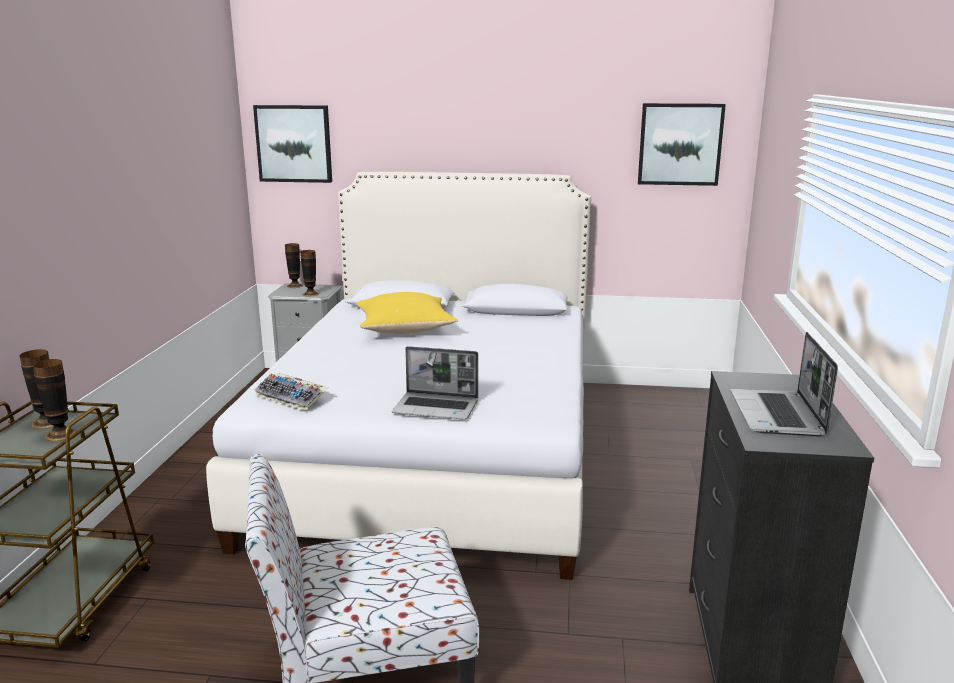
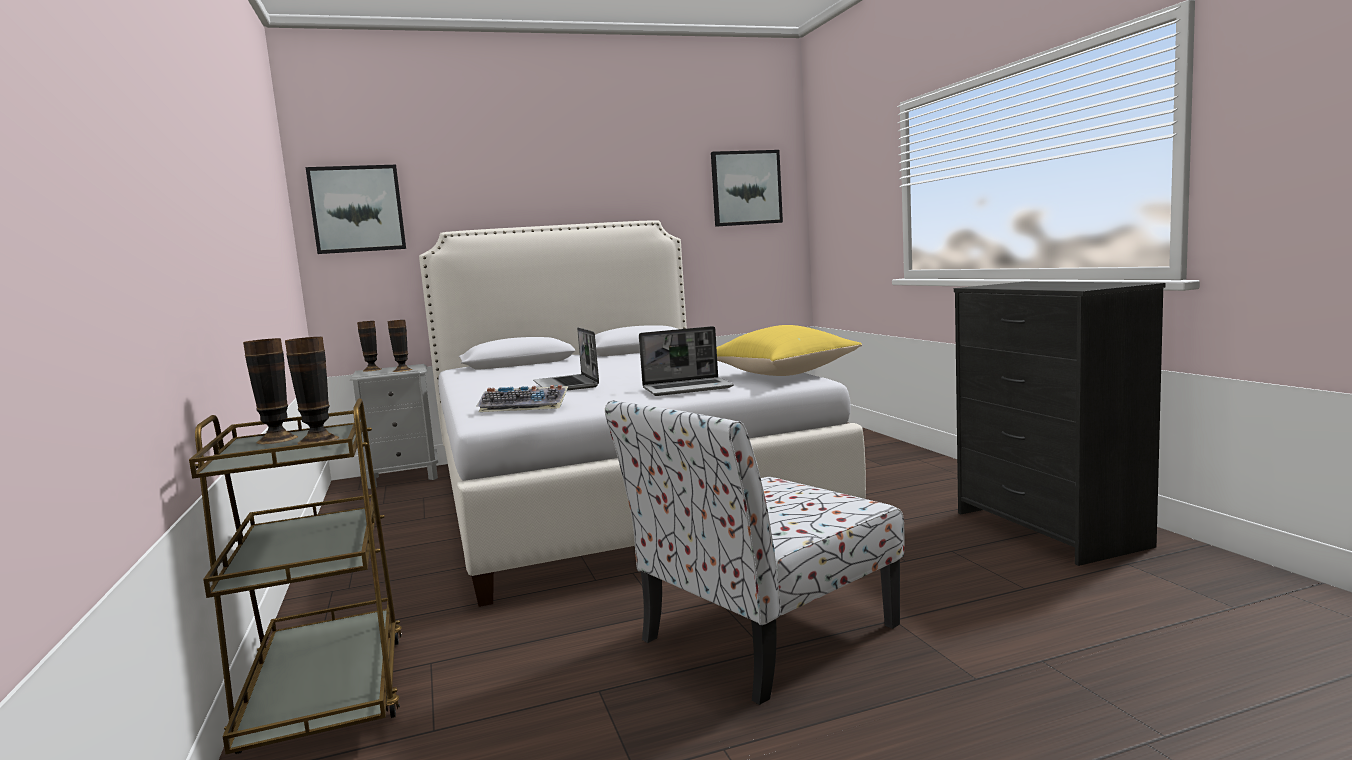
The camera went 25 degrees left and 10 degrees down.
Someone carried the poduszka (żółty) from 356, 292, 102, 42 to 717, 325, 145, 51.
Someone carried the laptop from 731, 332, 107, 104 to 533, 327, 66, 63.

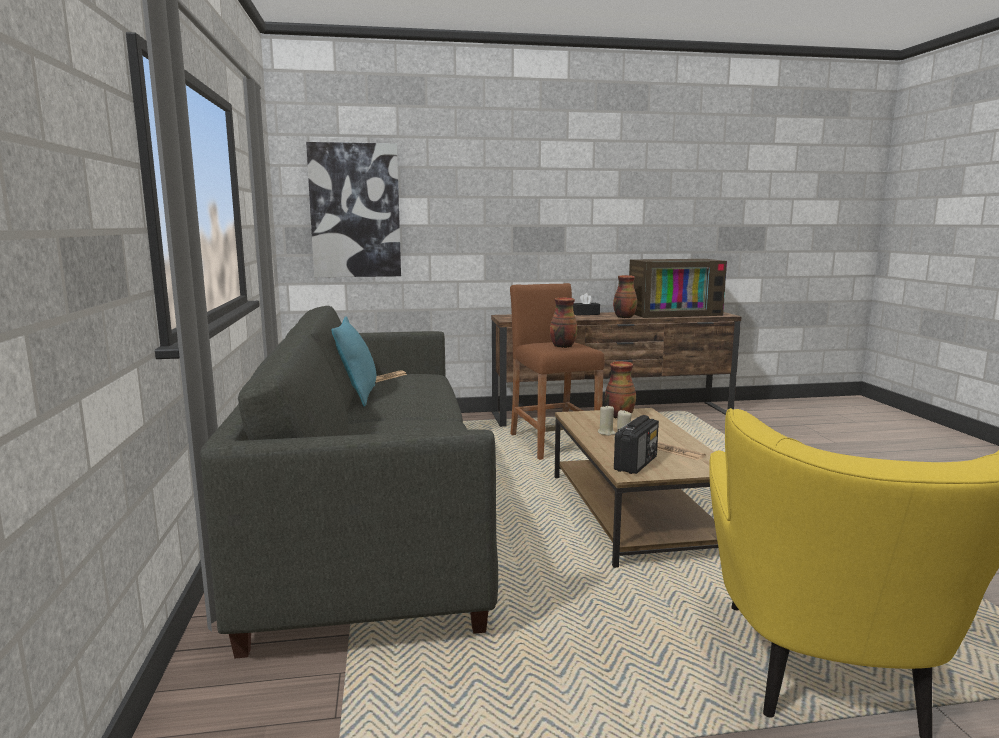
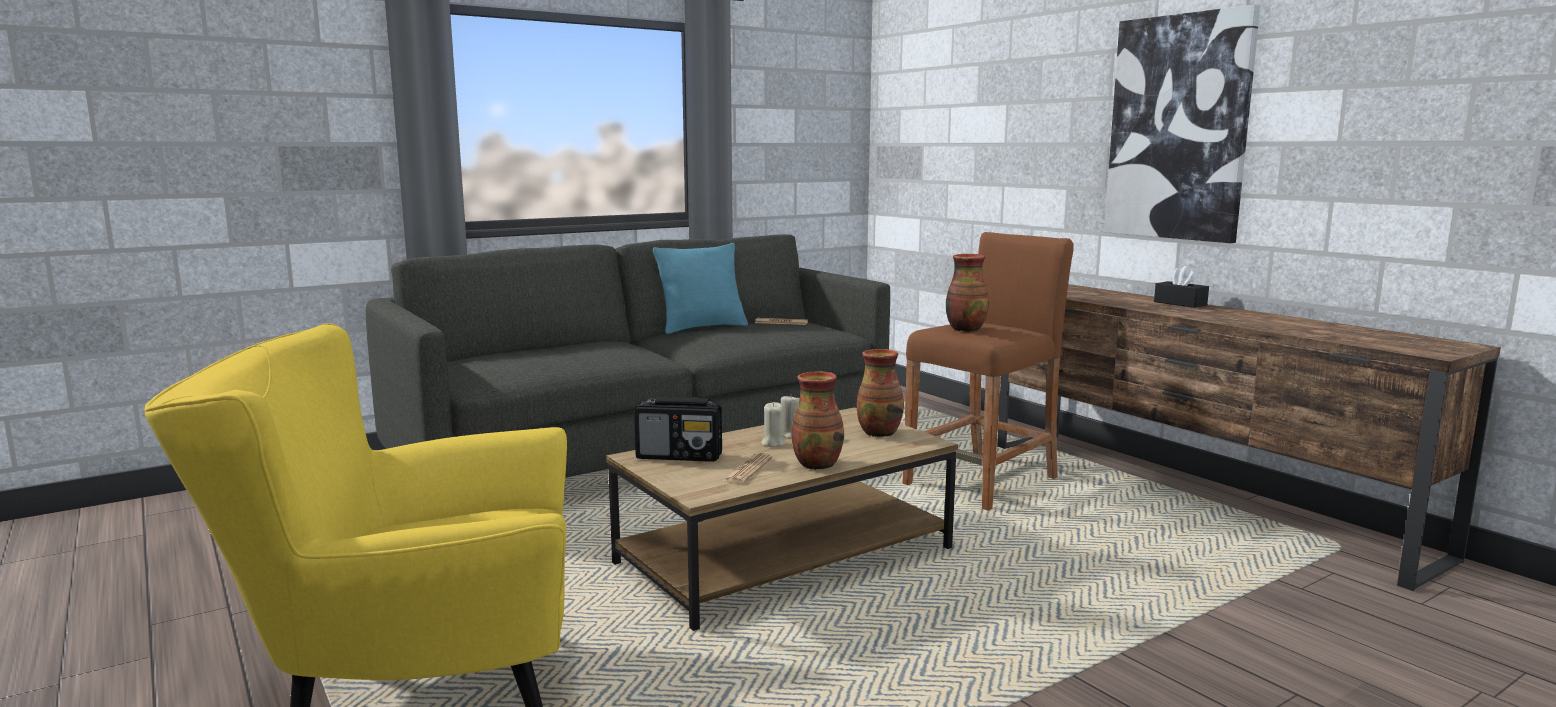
The camera went 65 degrees right and 0 degrees up.
Someone took away the telewizor at 629, 259, 98, 59.
Someone carried the obraz from 306, 142, 95, 135 to 1104, 5, 156, 238.
Someone carried the wazon from 613, 275, 24, 43 to 791, 371, 53, 99.

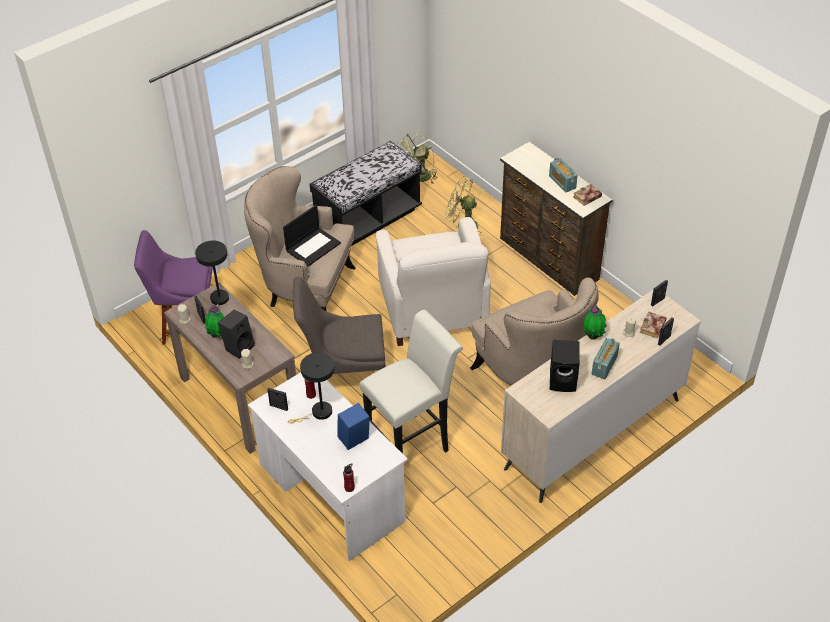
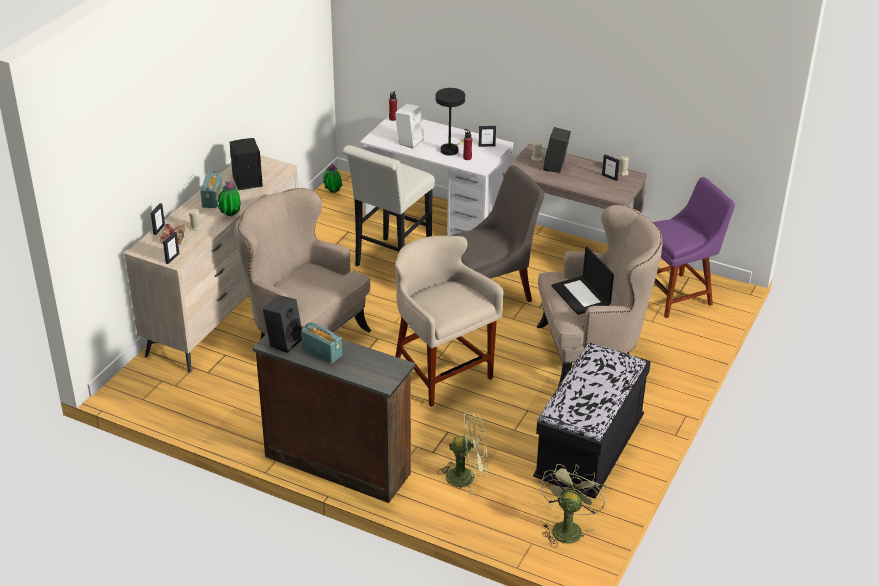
The camera went 155 degrees right and 10 degrees down.
Someone took away the lampa stołowa (czarny) at 195, 240, 34, 70.
Someone carried the roślina doniczkowa from 205, 305, 19, 33 to 323, 163, 19, 30.
Someone swapped the fotel (biały) at 376, 217, 115, 129 for the stołek (beżowy) at 395, 236, 109, 171.
Someone swapped the książka at 573, 184, 29, 22 for the głośnik (czarny) at 263, 295, 39, 58.
Someone repainted the głośnik (niebieski) at 337, 403, 33, 47, which became the głośnik (biały) at 395, 104, 29, 45.
Someone rotated the laptop at 283, 205, 58, 62 by 45 degrees counterclockwise.

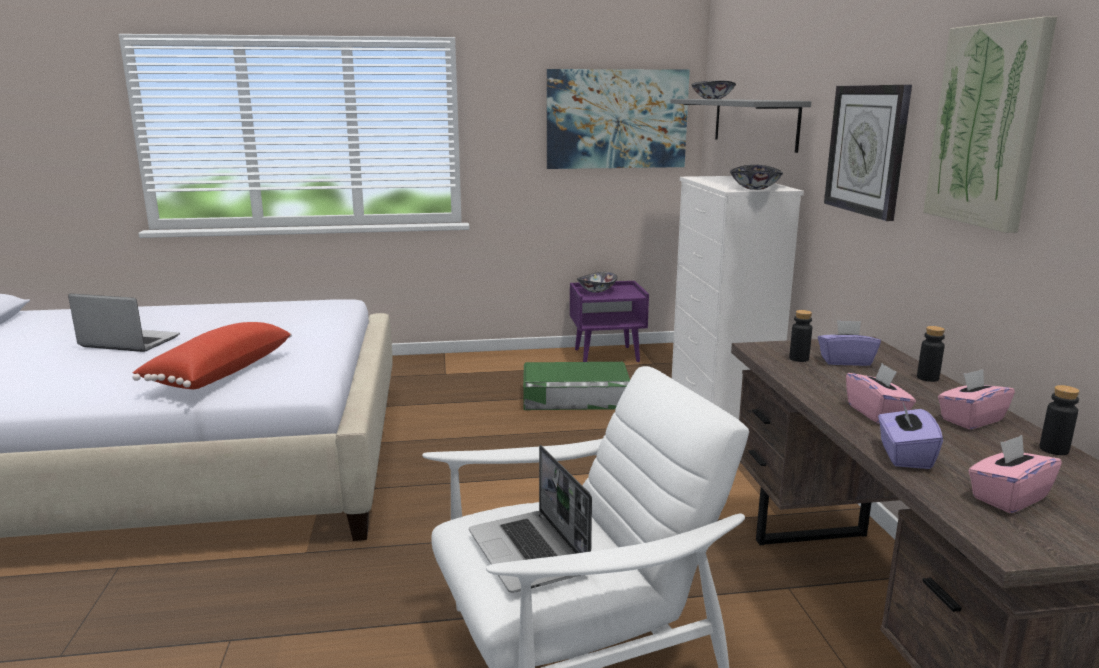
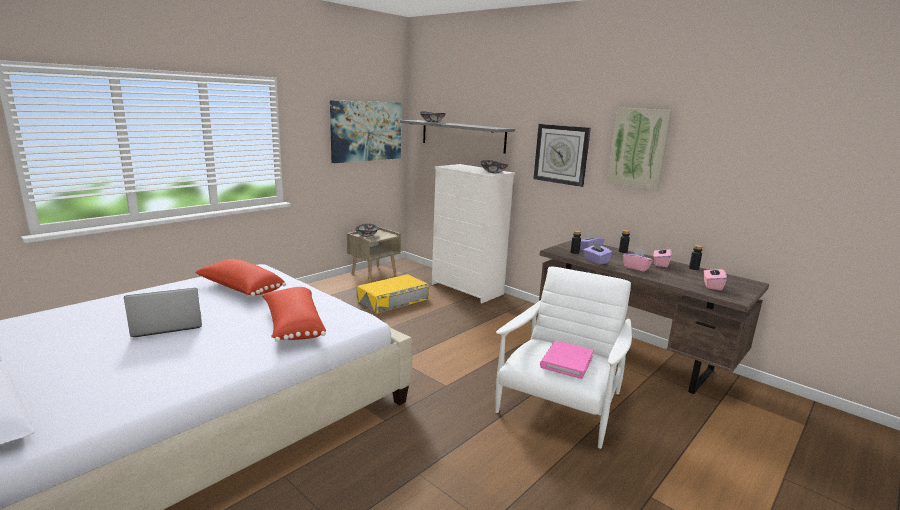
The camera went 40 degrees left and 0 degrees up.
Someone put down the poduszka (czerwony) at 195, 259, 91, 37.
Someone carried the pudełko chusteczek (fioletowy) from 878, 400, 65, 69 to 584, 242, 28, 23.
Someone swapped the laptop at 469, 445, 123, 148 for the książka (różowy) at 540, 341, 54, 38.
Someone repainted the pojemnik do przechowywania (zielony) at 523, 362, 107, 48, which became the pojemnik do przechowywania (żółty) at 357, 274, 72, 39.
Someone repainted the szafka nocna (fioletowy) at 570, 281, 79, 81, which became the szafka nocna (beżowy) at 347, 227, 54, 54.

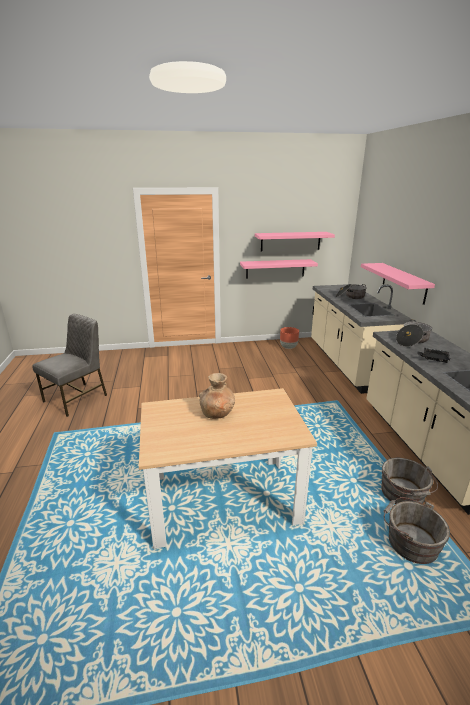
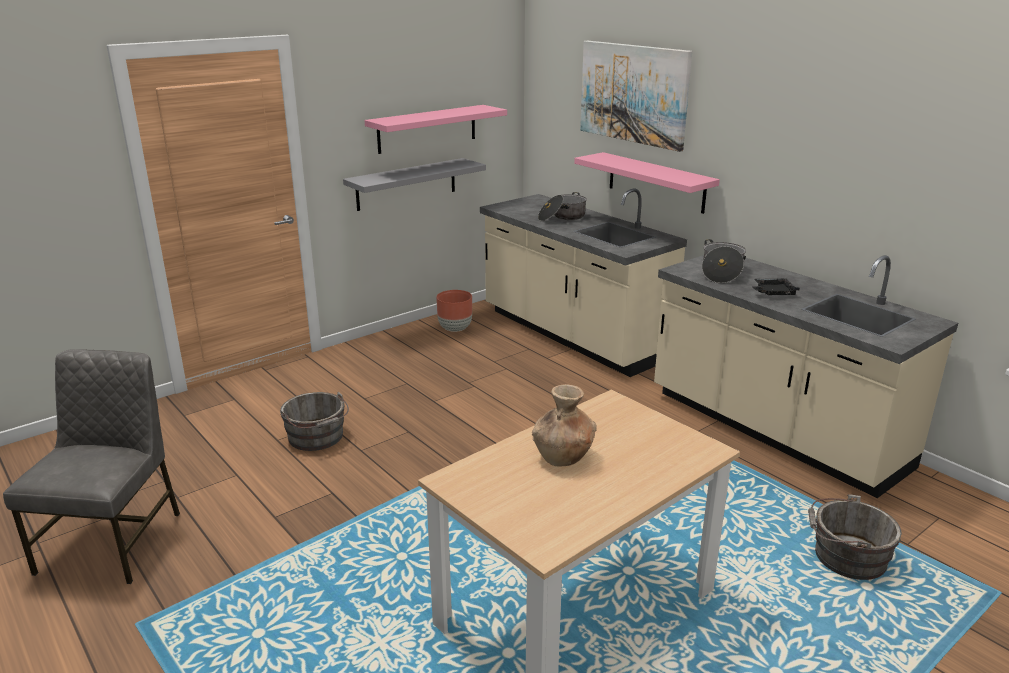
The camera went 30 degrees left and 0 degrees up.
Someone put up the obraz at 580, 41, 112, 111.
Someone carried the wiadro (szary) from 381, 458, 57, 46 to 280, 392, 69, 59.
Someone repainted the półka (różowy) at 240, 259, 78, 20, which became the półka (szary) at 343, 158, 143, 53.

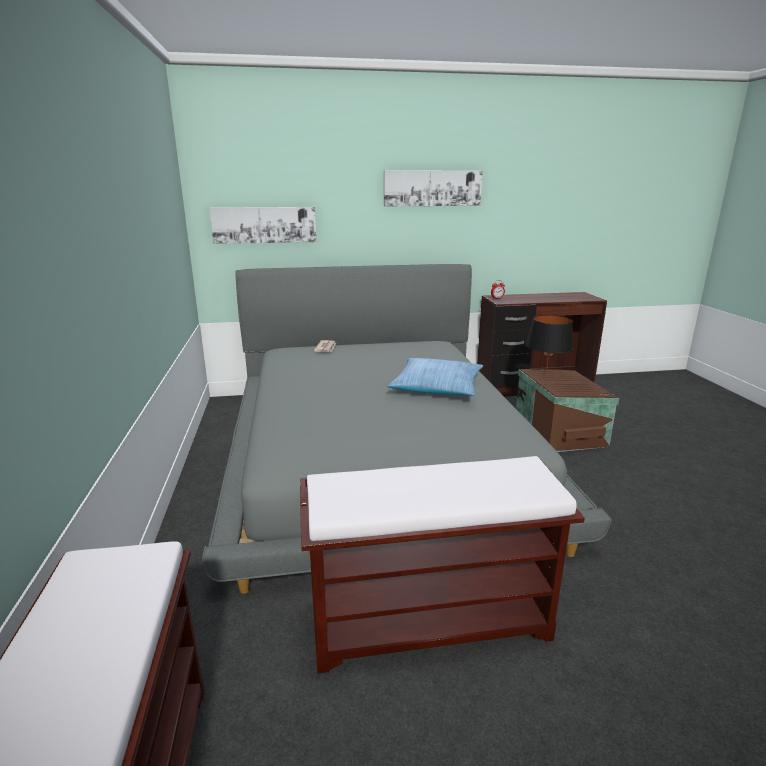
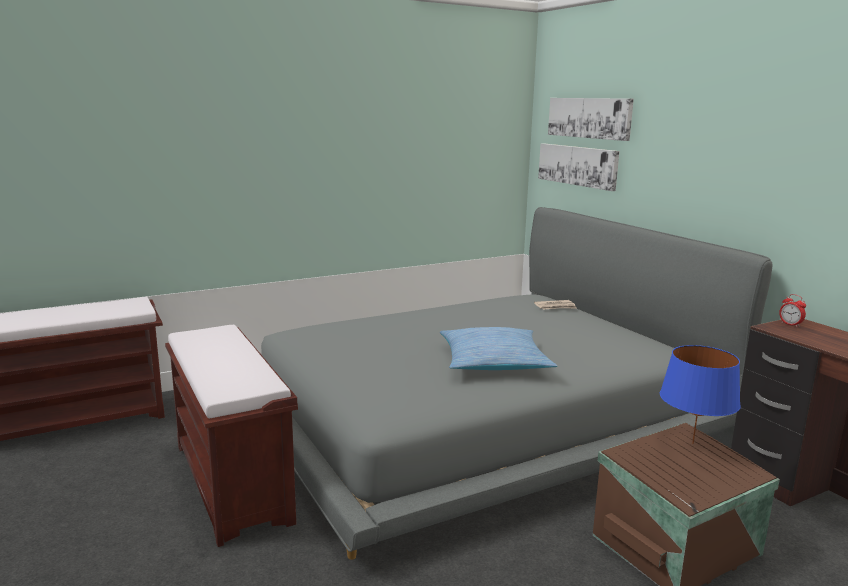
The camera went 70 degrees right and 5 degrees down.
Someone carried the obraz from 384, 170, 99, 36 to 548, 98, 86, 43.
Someone repainted the lampa stołowa (czarny) at 526, 315, 47, 60, which became the lampa stołowa (niebieski) at 660, 345, 81, 99.

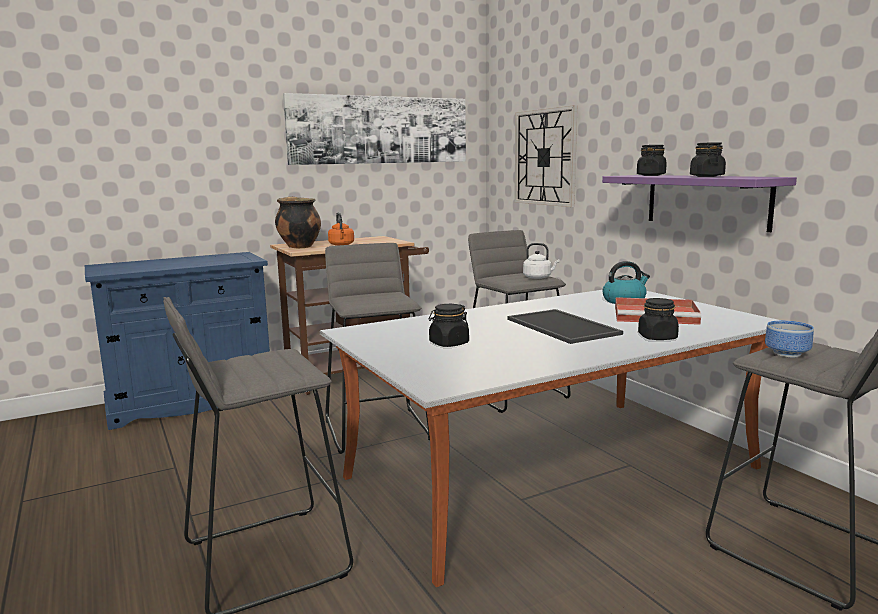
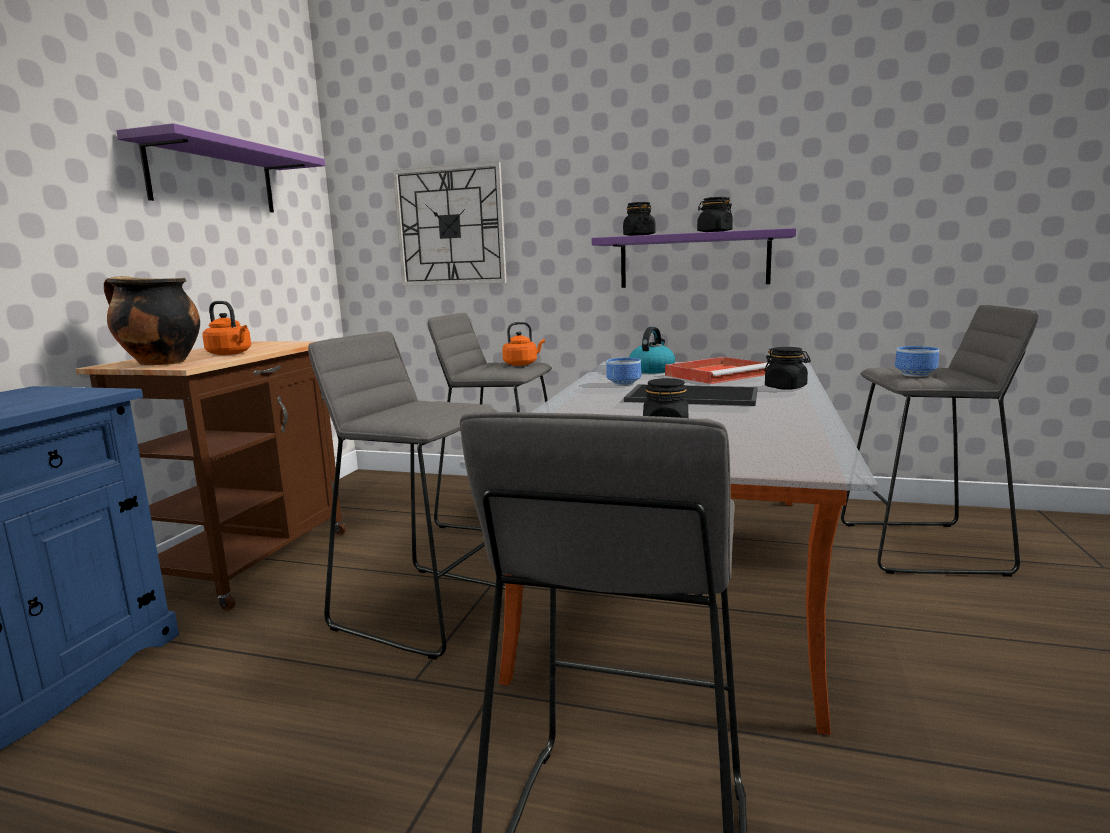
The camera went 45 degrees left and 0 degrees up.
Someone put down the miska at 606, 358, 35, 28.
Someone swapped the obraz at 283, 93, 183, 72 for the półka (fioletowy) at 116, 123, 209, 89.
Someone repainted the czajnik (biały) at 523, 243, 37, 36, which became the czajnik (pomarańczowy) at 502, 322, 43, 44.

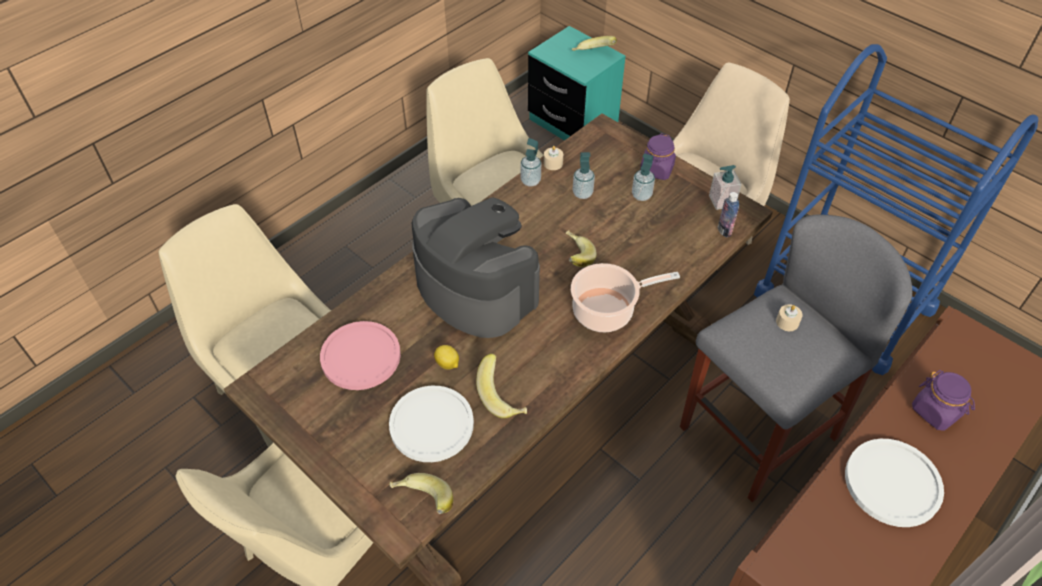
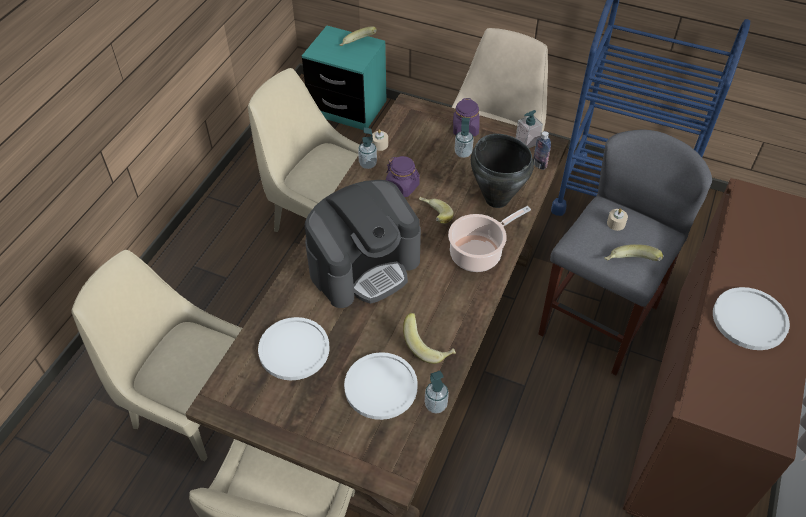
The camera went 20 degrees left and 0 degrees up.
Someone took away the cytryna at 434, 345, 25, 25.
Someone put down the garnek (czarny) at 471, 134, 63, 74.
Someone carried the banan from 389, 473, 64, 41 to 604, 244, 59, 17.
Someone carried the dozownik mydła from 573, 152, 22, 47 to 425, 371, 24, 43.
Someone carried the słoik (fioletowy) from 912, 370, 63, 61 to 386, 156, 34, 41.
Someone repainted the talerz (różowy) at 320, 321, 81, 69, which became the talerz (biały) at 258, 317, 72, 63.
Someone rotated the ekspres do kawy at 412, 198, 128, 140 by 120 degrees clockwise.

